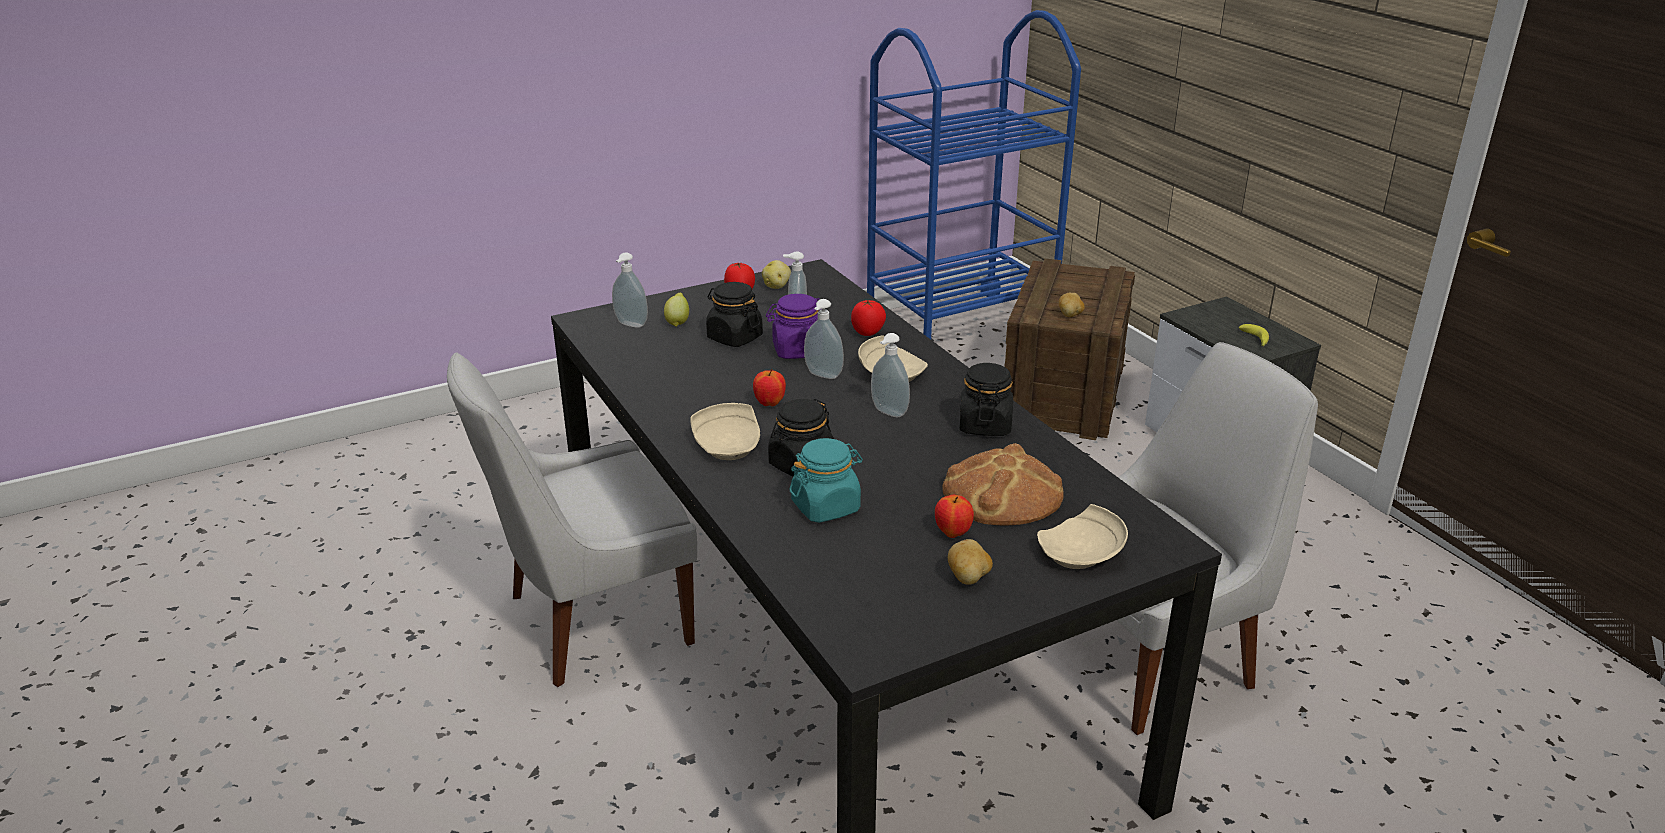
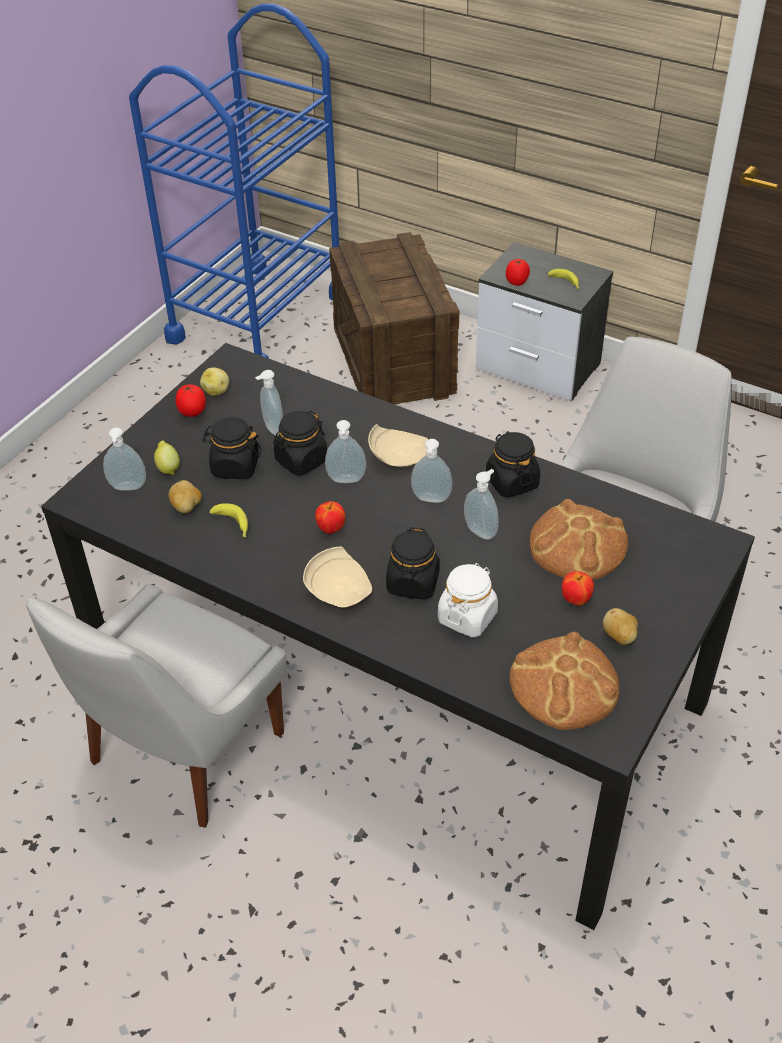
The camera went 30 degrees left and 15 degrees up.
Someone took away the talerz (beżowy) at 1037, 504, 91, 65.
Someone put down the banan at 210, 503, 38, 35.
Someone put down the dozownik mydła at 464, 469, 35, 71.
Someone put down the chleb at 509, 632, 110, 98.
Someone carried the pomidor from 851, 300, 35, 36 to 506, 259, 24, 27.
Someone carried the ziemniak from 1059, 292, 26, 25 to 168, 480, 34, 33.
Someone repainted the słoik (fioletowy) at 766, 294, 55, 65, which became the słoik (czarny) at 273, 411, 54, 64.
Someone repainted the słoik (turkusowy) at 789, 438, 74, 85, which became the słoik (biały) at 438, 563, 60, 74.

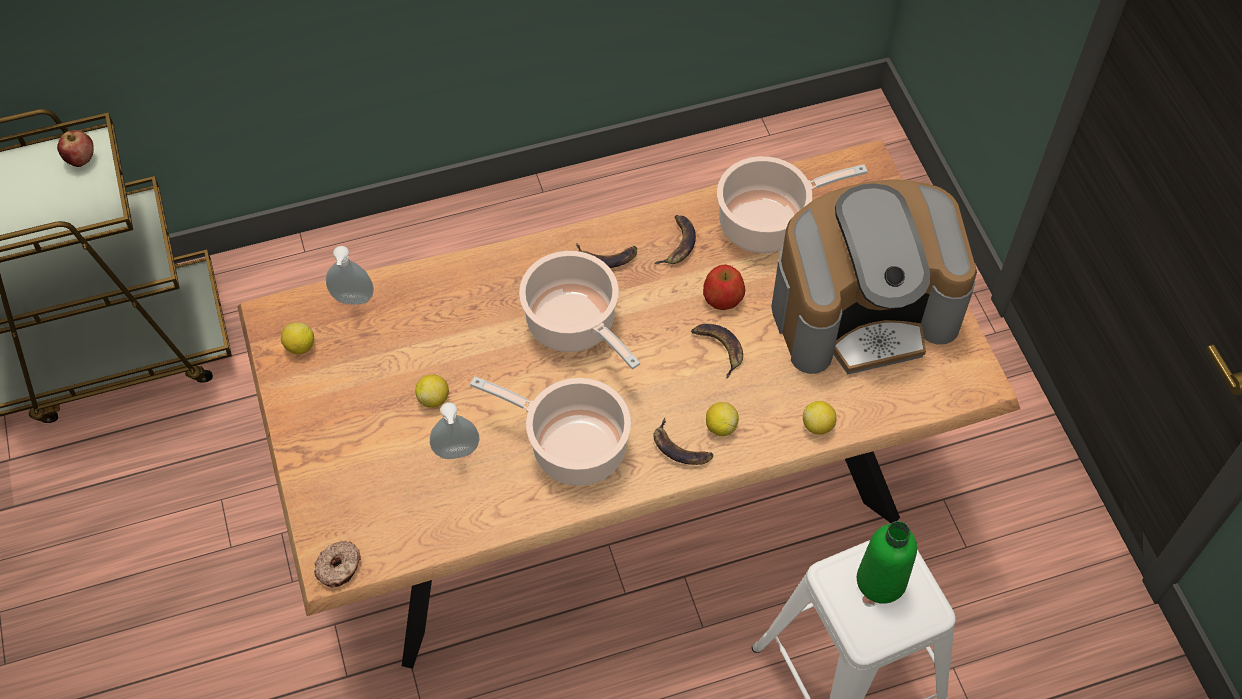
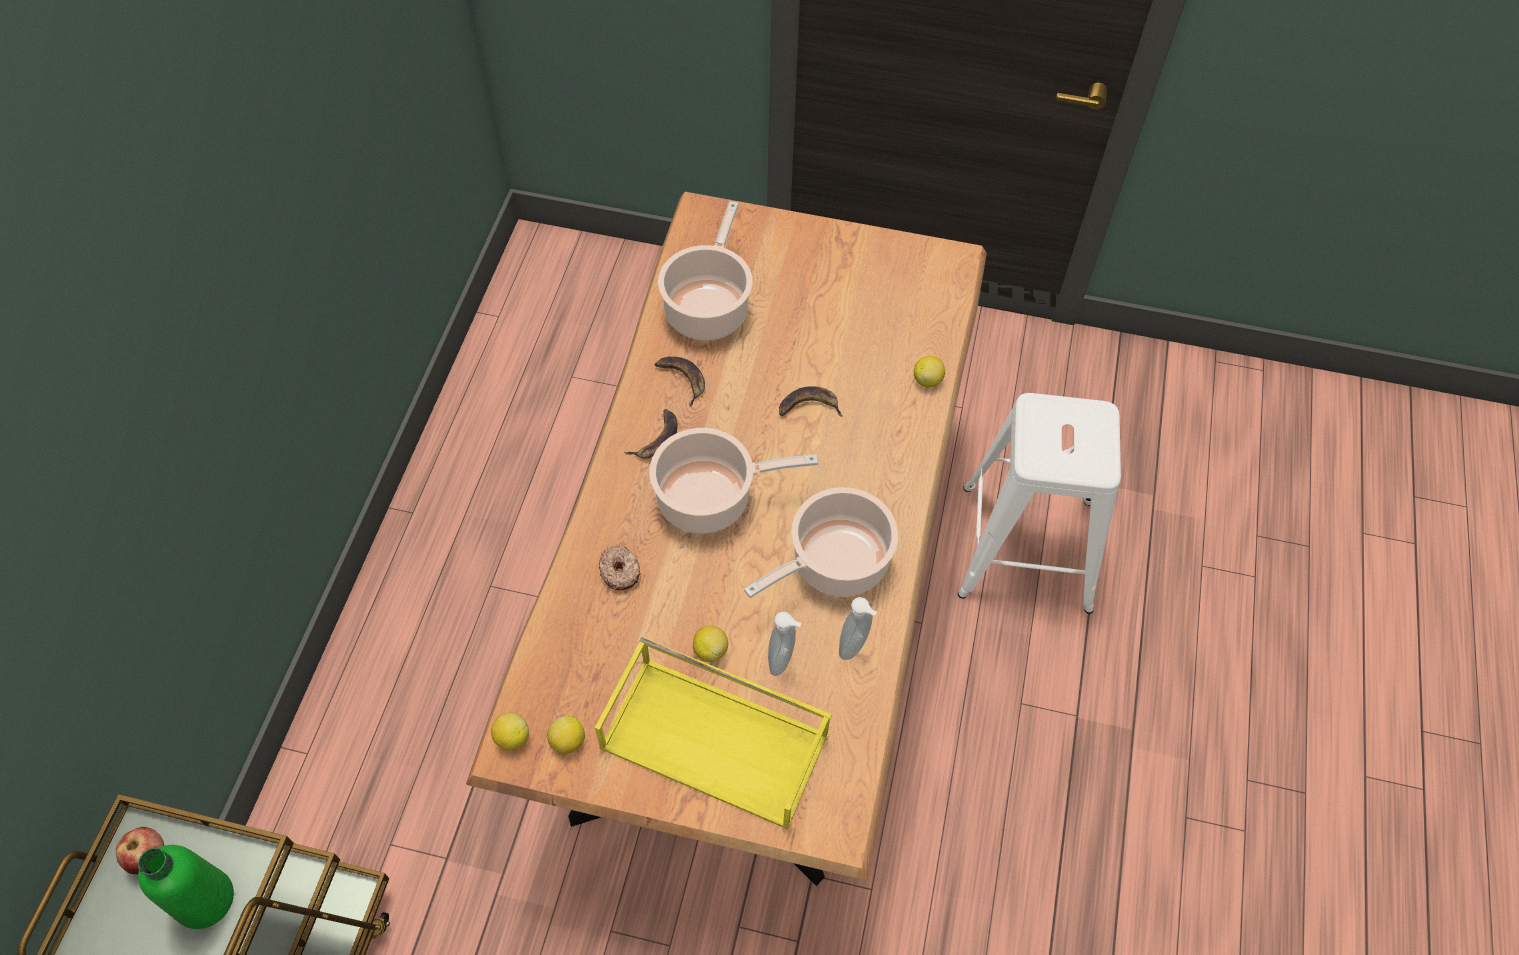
The camera went 60 degrees left and 0 degrees up.
Someone took away the banan at 653, 417, 61, 48.
Someone took away the jabłko at 703, 264, 42, 46.
Someone took away the ekspres do kawy at 771, 179, 206, 195.
Someone put down the taca (żółty) at 595, 637, 237, 192.
Someone carried the donut from 314, 541, 47, 46 to 599, 546, 42, 45.
Someone carried the dozownik mydła from 326, 246, 48, 59 to 839, 597, 38, 63.
Someone carried the cytryna from 706, 402, 33, 34 to 491, 712, 38, 39.
Someone carried the butelka (zielony) from 857, 521, 60, 83 to 138, 845, 96, 84.

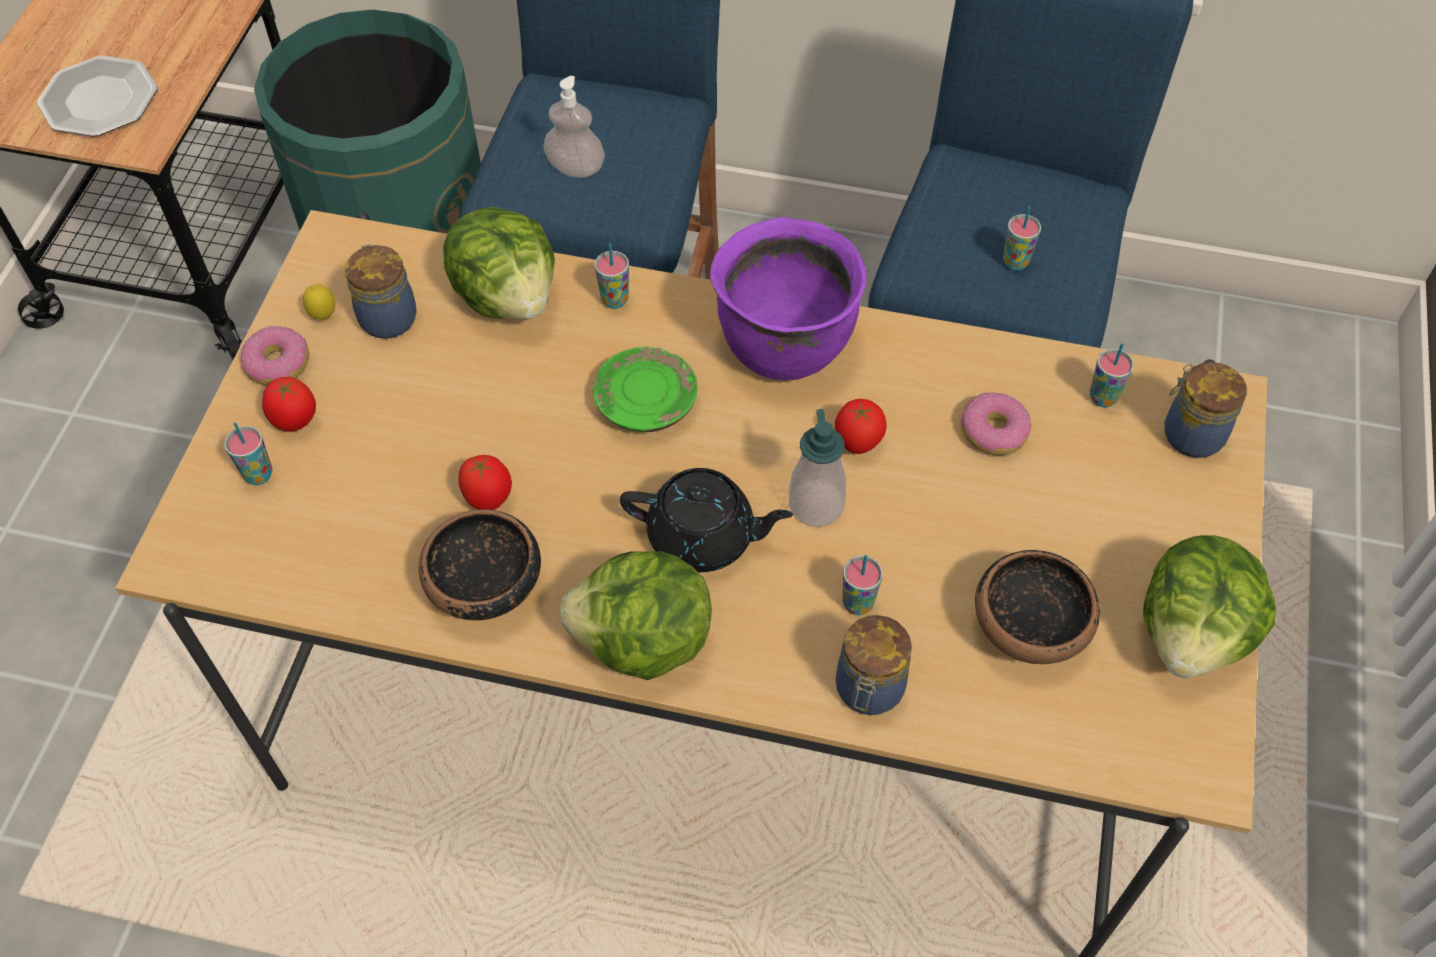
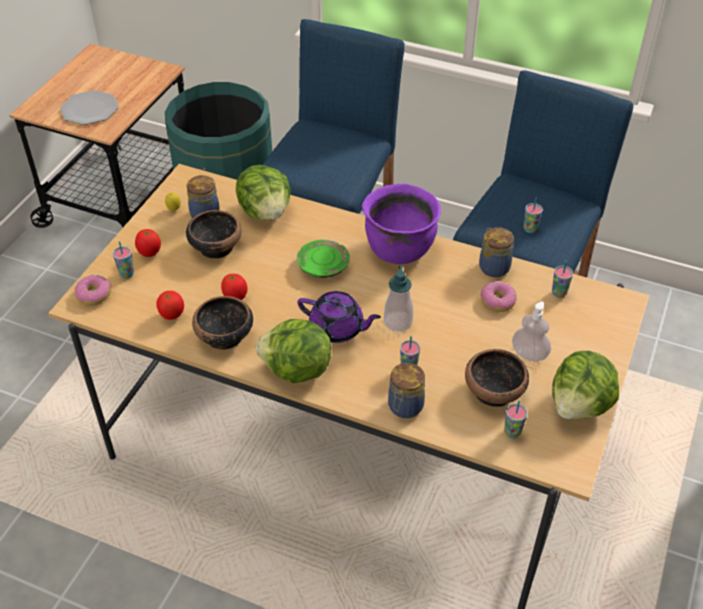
The camera went 10 degrees right and 10 degrees down.
Someone put down the miska at 186, 210, 56, 49.
Someone carried the donut from 240, 326, 69, 59 to 74, 275, 37, 31.
Someone carried the dozownik mydła from 543, 76, 62, 102 to 512, 301, 39, 61.
Someone carried the filiżanka from 595, 243, 34, 66 to 504, 401, 24, 37.
Someone carried the pomidor from 835, 399, 52, 55 to 156, 291, 28, 29.
Someone carried the słoik from 1165, 362, 82, 96 to 479, 227, 35, 50.
Someone repainted the imbryk (czarny) at 620, 468, 173, 105, which became the imbryk (fioletowy) at 298, 291, 83, 52.

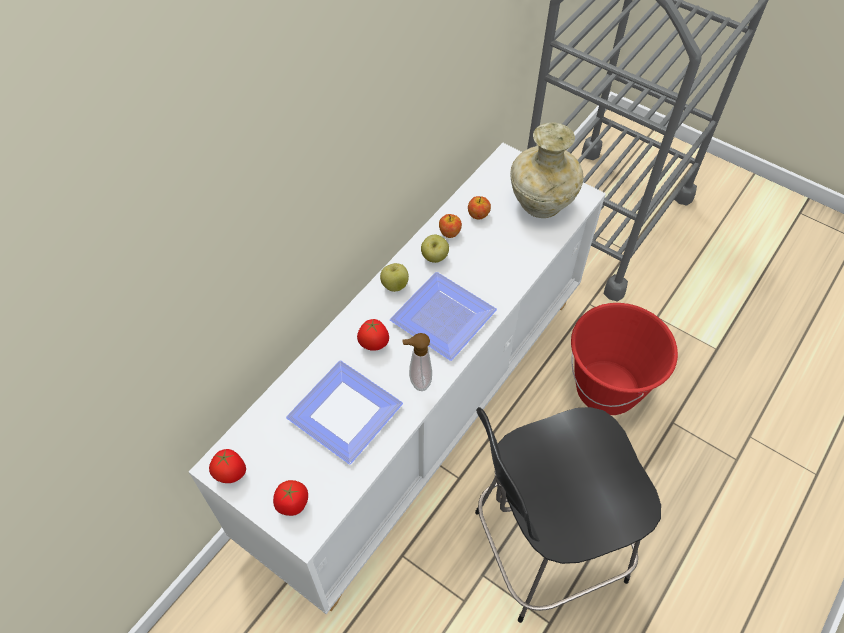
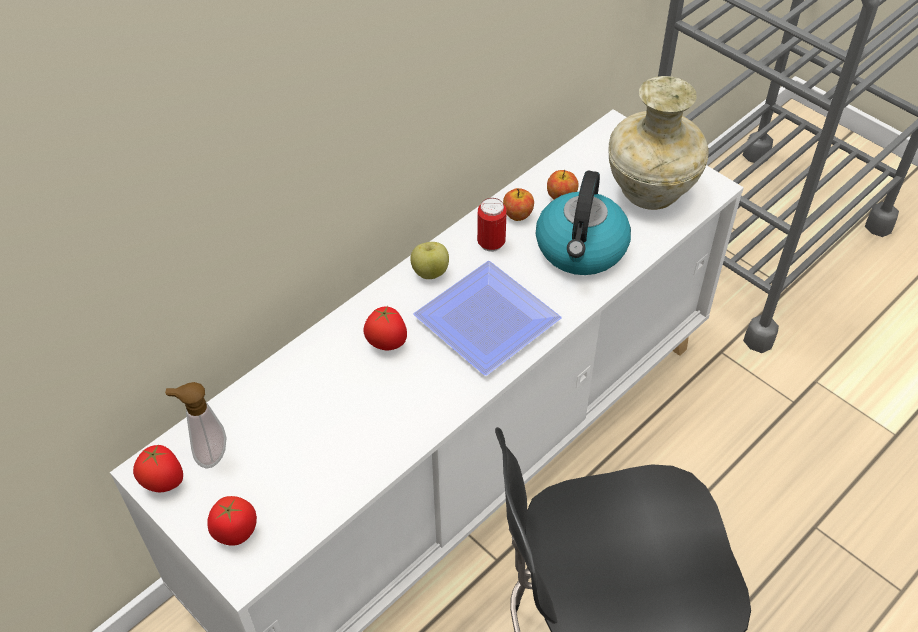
The camera went 10 degrees right and 5 degrees down.
Someone took away the talerz at 286, 360, 117, 104.
Someone took away the wiadro (czerwony) at 571, 303, 107, 112.
Someone put down the czajnik at 536, 171, 95, 104.
Someone carried the dozownik mydła from 402, 333, 30, 58 to 165, 382, 62, 87.
Someone swapped the jabłko at 421, 235, 28, 28 for the puszka at 477, 198, 30, 54.

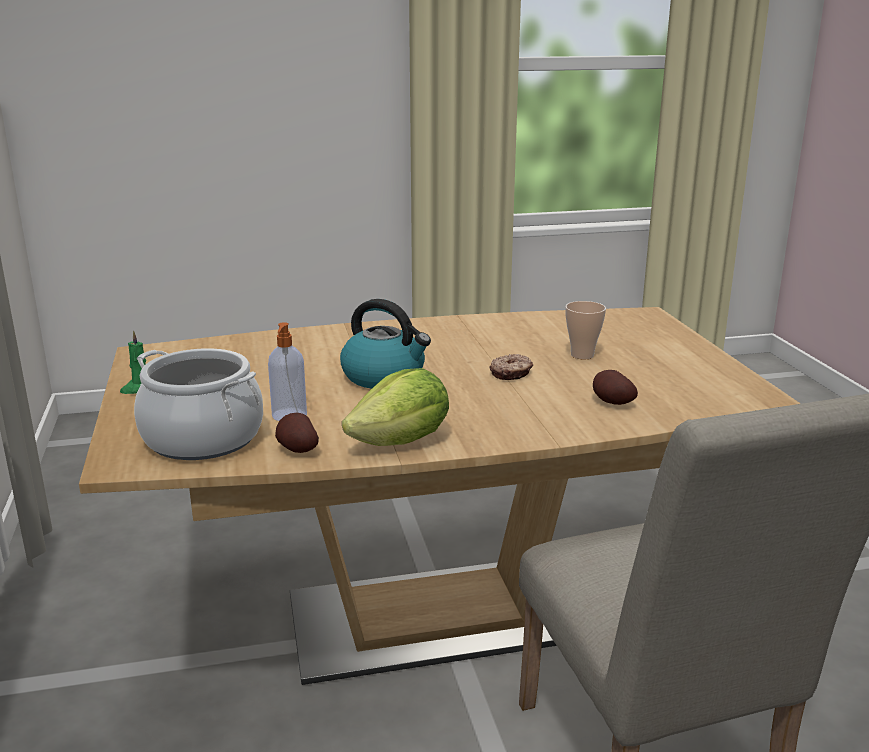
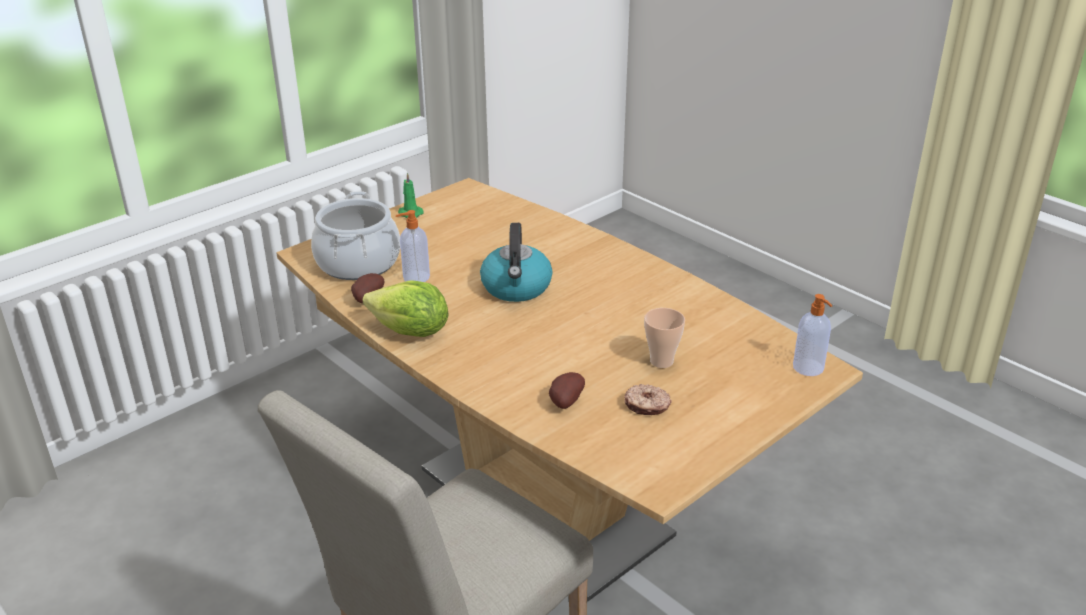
The camera went 60 degrees right and 10 degrees up.
Someone put down the dozownik mydła at 793, 294, 40, 82.
Someone carried the donut from 489, 354, 44, 26 to 624, 384, 47, 31.

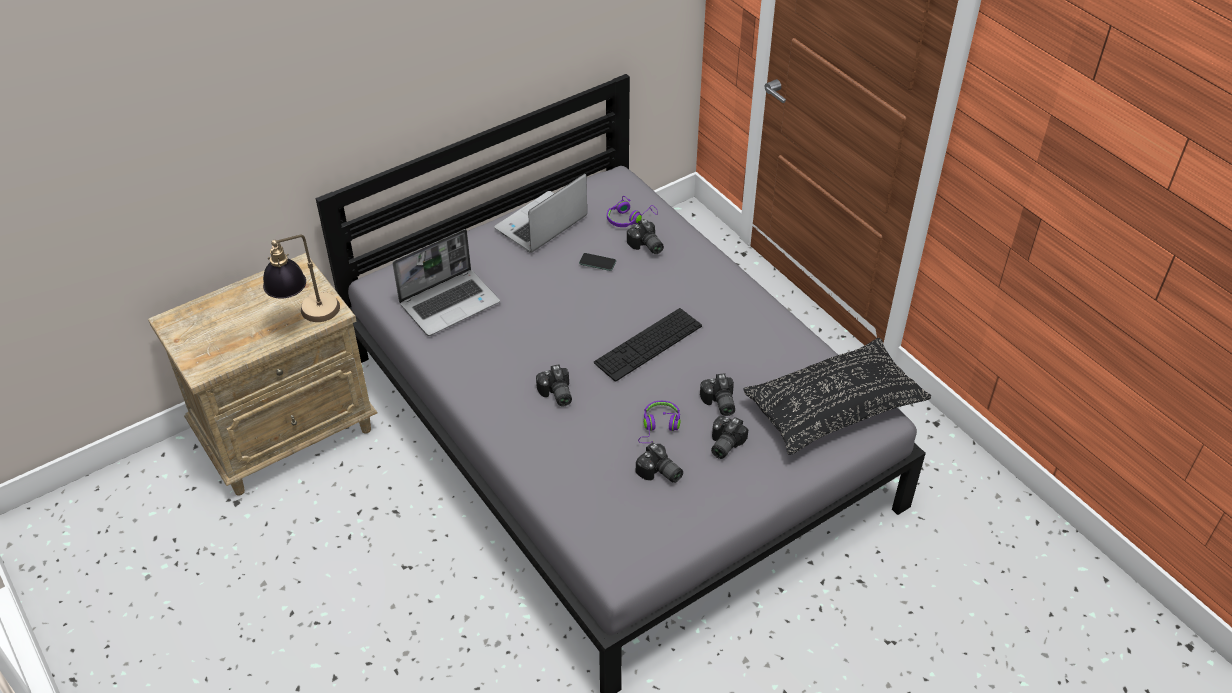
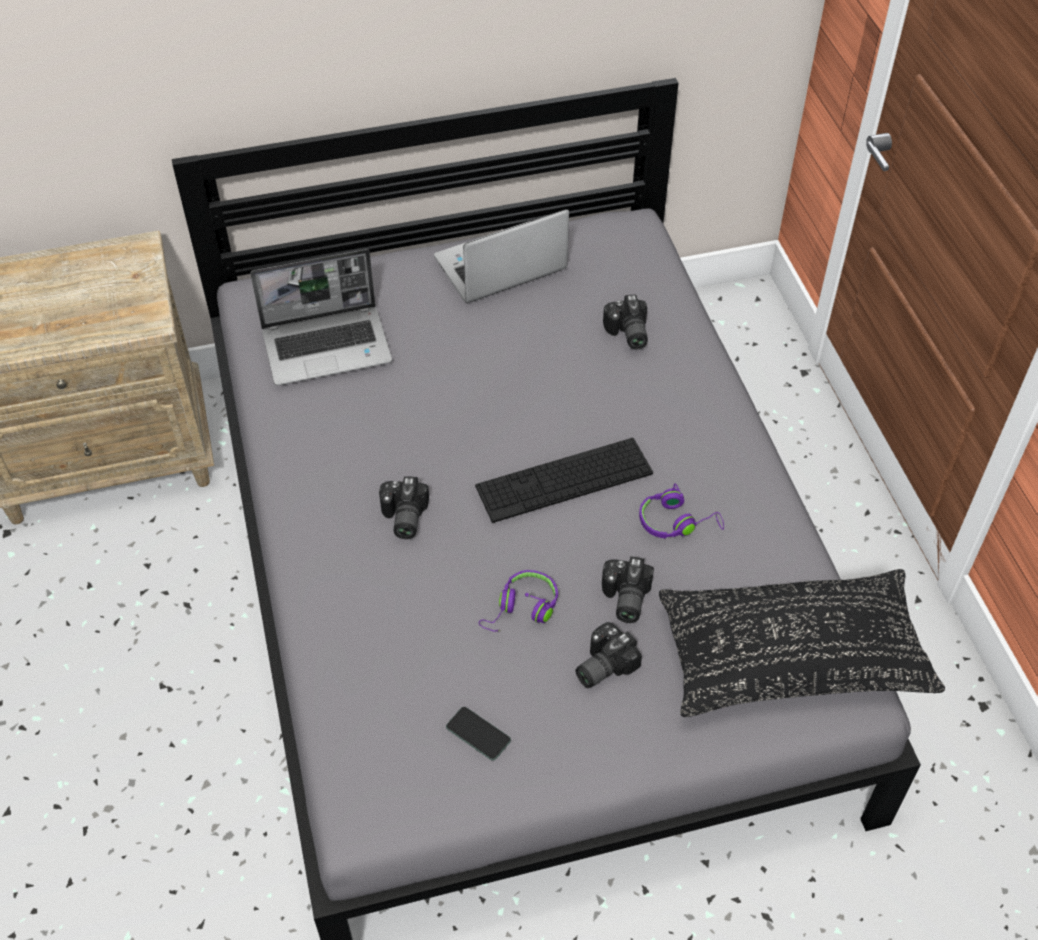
The camera went 20 degrees right and 5 degrees up.
Someone took away the lampa stołowa at 263, 235, 77, 87.
Someone took away the aparat fotograficzny at 636, 442, 47, 41.
Someone carried the telefon from 579, 253, 37, 18 to 446, 707, 65, 54.
Someone carried the słuchawki (fioletowy) from 607, 196, 51, 31 to 639, 483, 85, 55.

